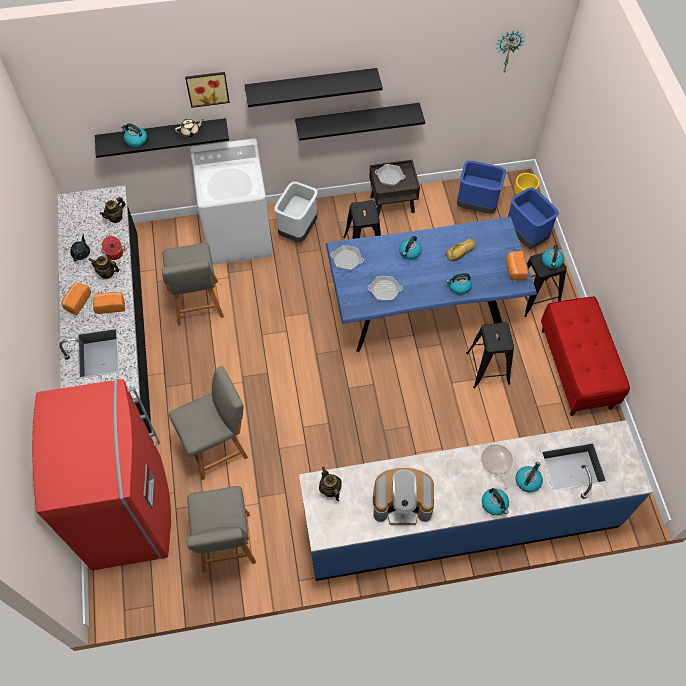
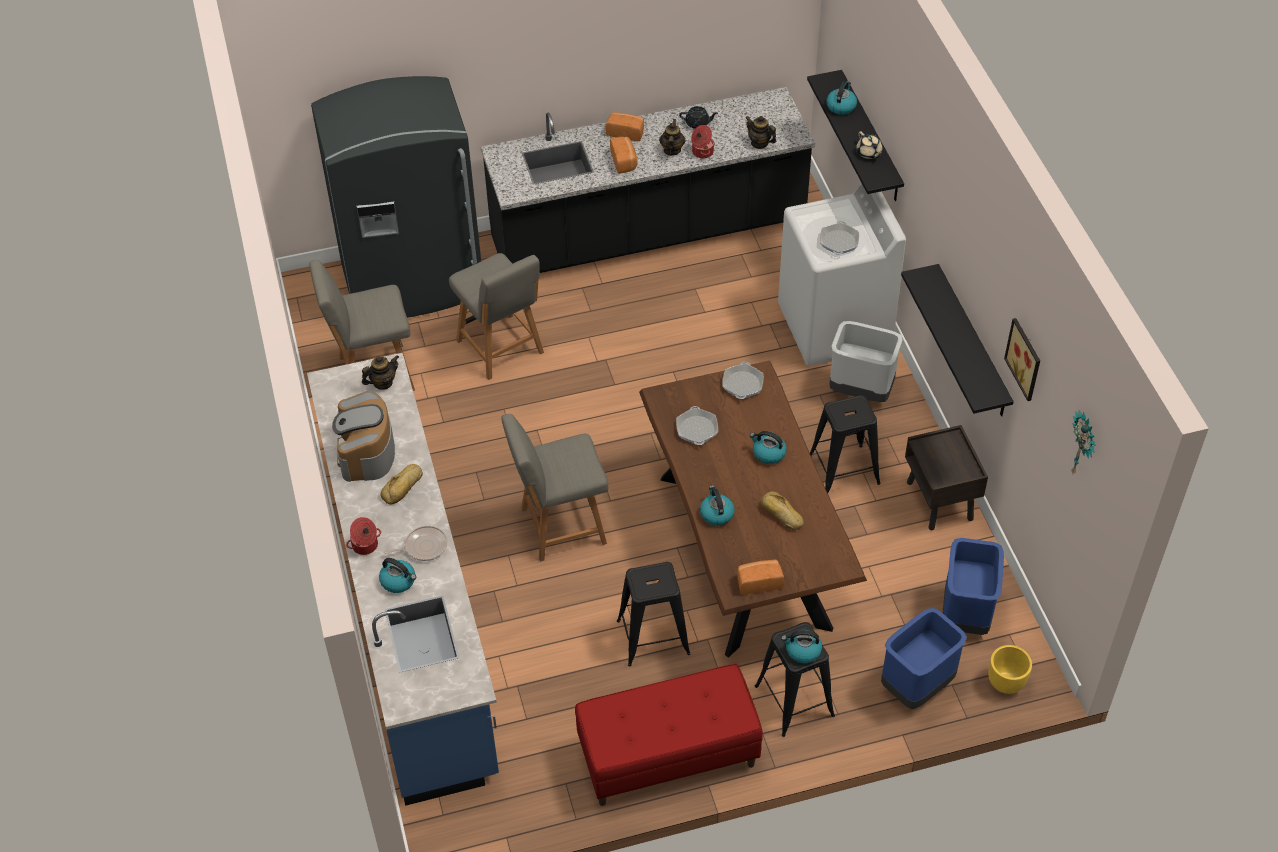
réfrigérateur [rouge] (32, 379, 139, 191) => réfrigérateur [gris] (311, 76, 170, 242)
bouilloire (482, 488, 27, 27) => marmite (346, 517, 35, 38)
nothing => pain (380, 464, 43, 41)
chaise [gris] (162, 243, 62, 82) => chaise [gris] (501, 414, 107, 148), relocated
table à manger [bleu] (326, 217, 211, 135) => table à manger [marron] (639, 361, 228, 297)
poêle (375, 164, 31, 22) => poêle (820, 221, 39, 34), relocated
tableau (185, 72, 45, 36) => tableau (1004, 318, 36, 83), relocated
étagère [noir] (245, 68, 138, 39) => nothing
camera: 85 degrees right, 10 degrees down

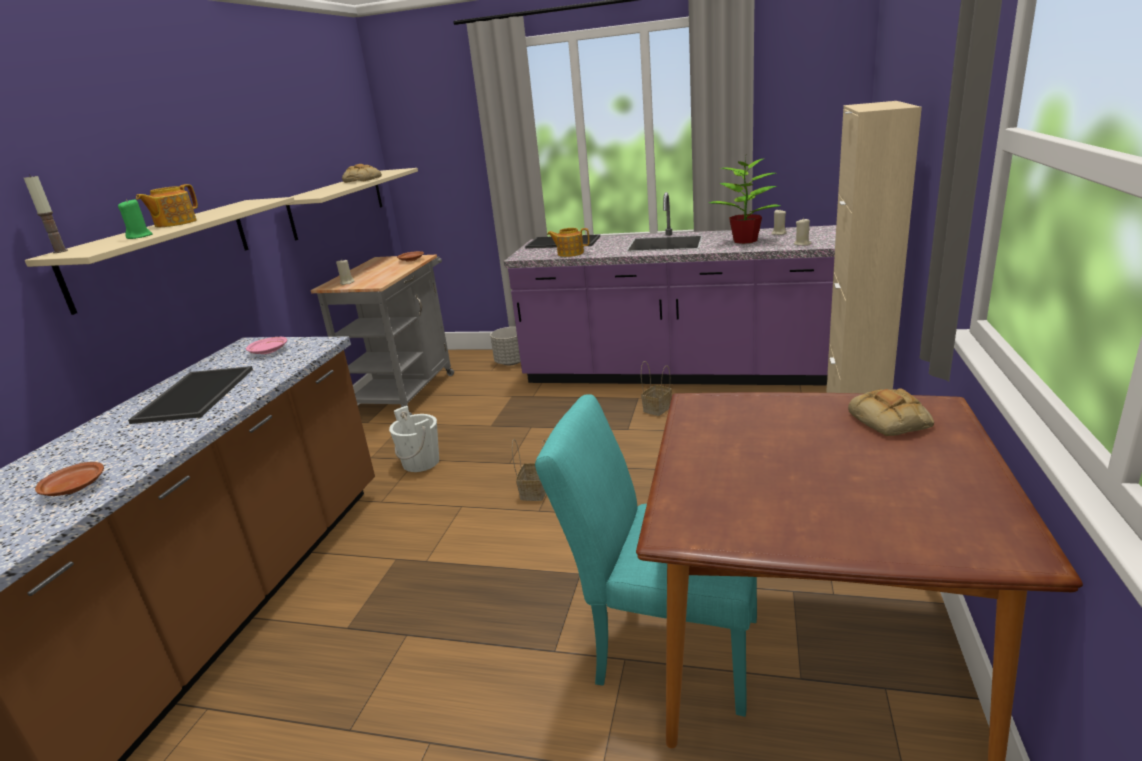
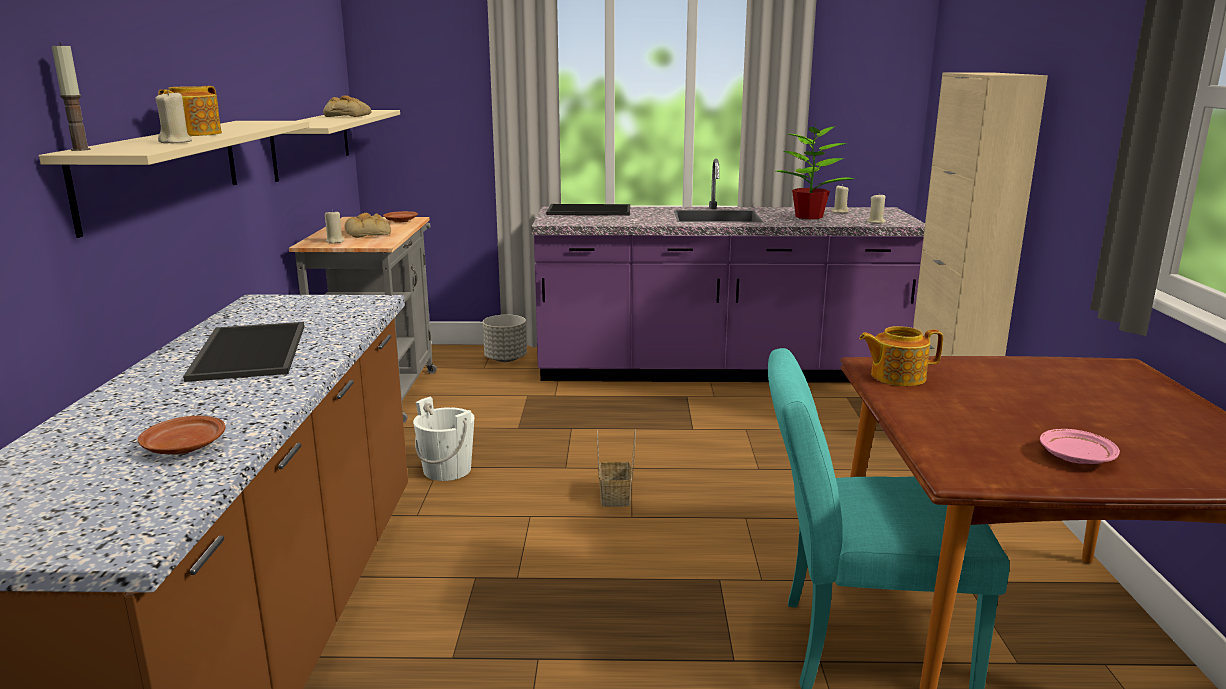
bougie [vert] (118, 198, 35, 41) => bougie [beige] (156, 90, 36, 53)
pain (848, 389, 86, 47) => pain (345, 213, 46, 25), relocated
théière (547, 228, 43, 29) => théière (859, 326, 84, 60), relocated
assiette [rose] (246, 337, 41, 17) => assiette [rose] (1040, 429, 80, 35), relocated
panier (641, 361, 31, 55) => nothing
camera: 15 degrees left, 5 degrees down

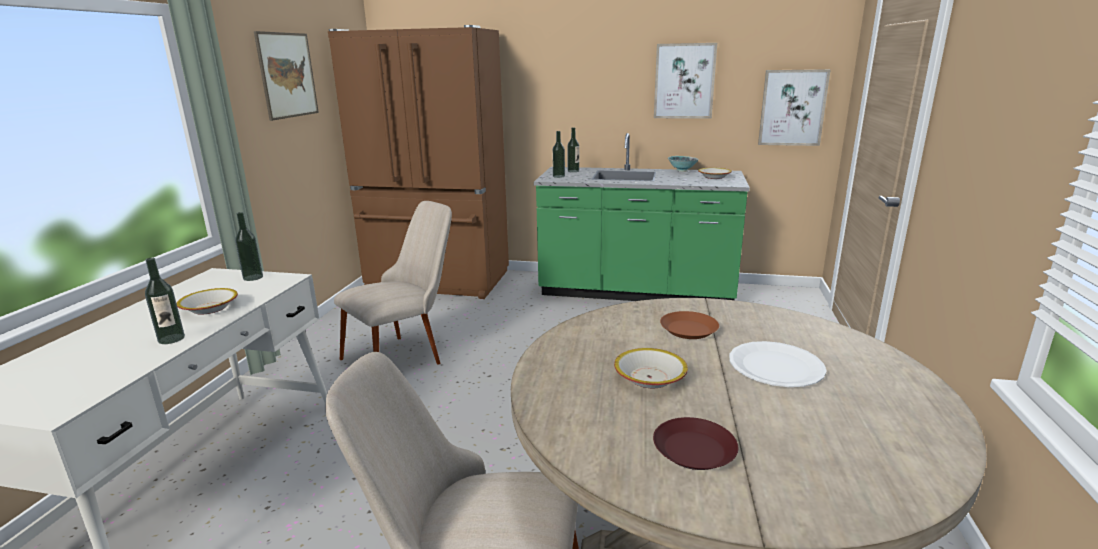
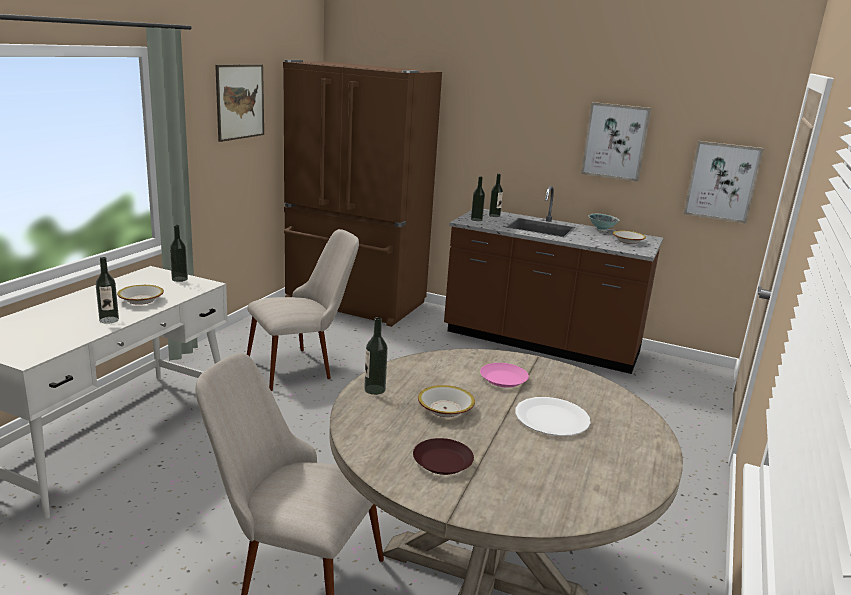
nothing => bouteille (364, 317, 24, 78)
comptoir de cuisine [vert] (534, 133, 216, 168) => comptoir de cuisine [marron] (444, 186, 219, 188)
assiette [marron] (660, 311, 59, 28) => assiette [rose] (480, 363, 49, 25)
camera: 10 degrees right, 0 degrees up

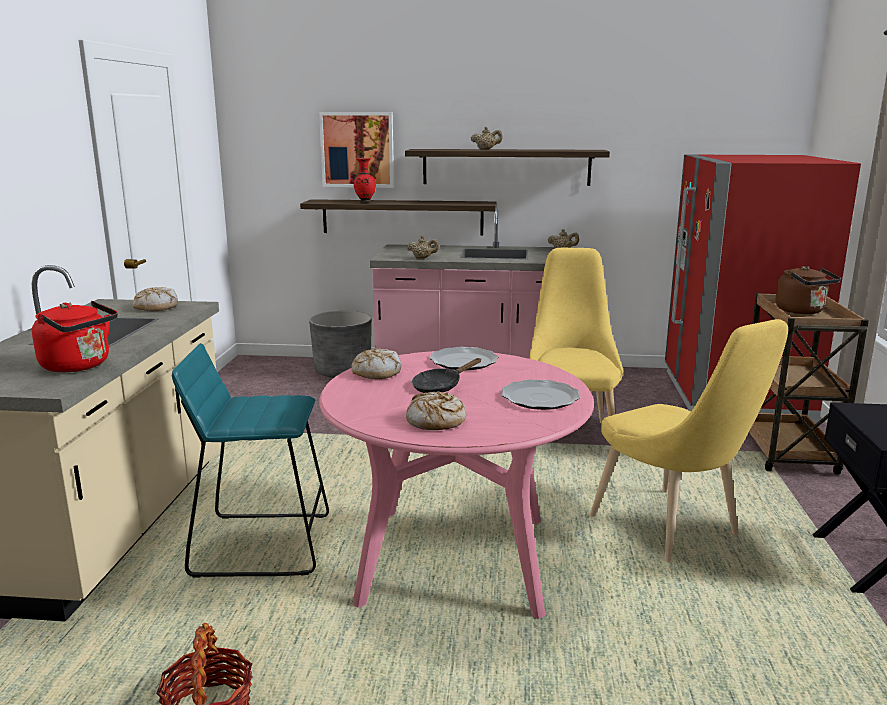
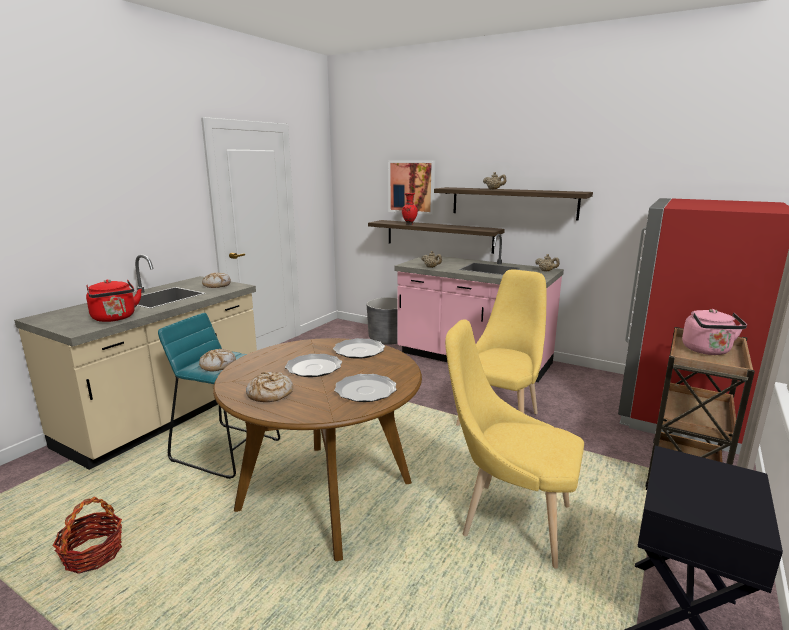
pain (351, 349, 50, 30) => pain (199, 349, 37, 23), relocated
table à manger [rose] (319, 351, 275, 268) => table à manger [marron] (213, 338, 209, 223)
poêle [noir] (412, 358, 69, 35) => assiette (285, 354, 57, 23)
chaise [jaune] (590, 319, 198, 243) => chaise [jaune] (445, 319, 139, 250), 120 degrees clockwise
bouilloire [marron] (776, 266, 65, 48) => bouilloire [rose] (682, 309, 65, 46)
camera: 25 degrees right, 0 degrees up

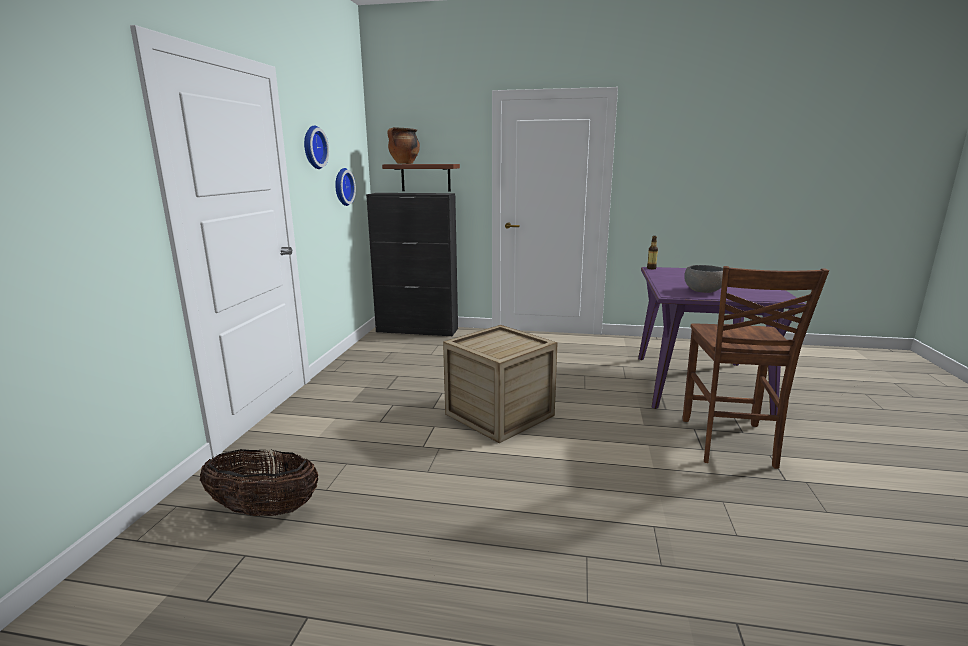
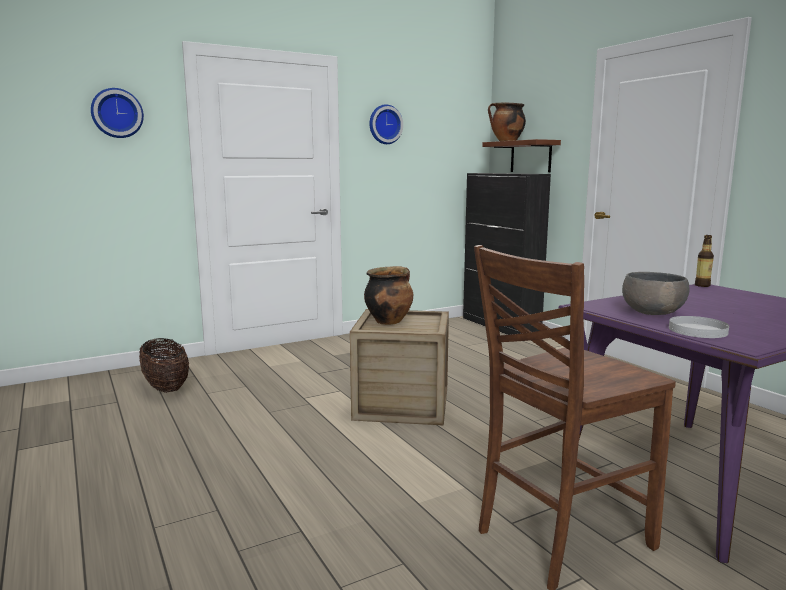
horloge murale (335, 168, 21, 38) => horloge murale (91, 88, 53, 50), relocated
nothing => marmite (364, 266, 49, 59)
nothing => assiette [blanc] (669, 316, 60, 22)
camera: 50 degrees right, 5 degrees down

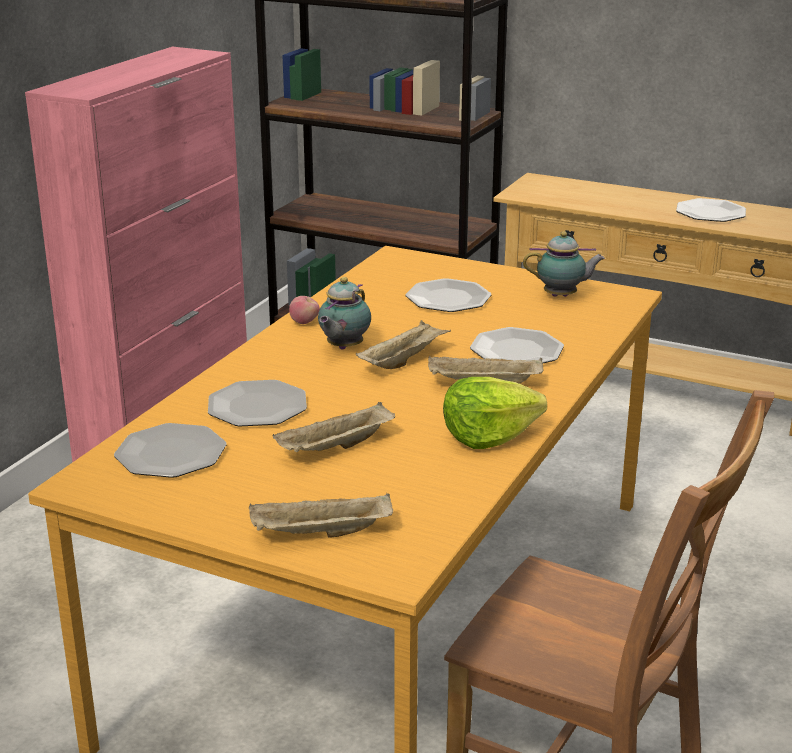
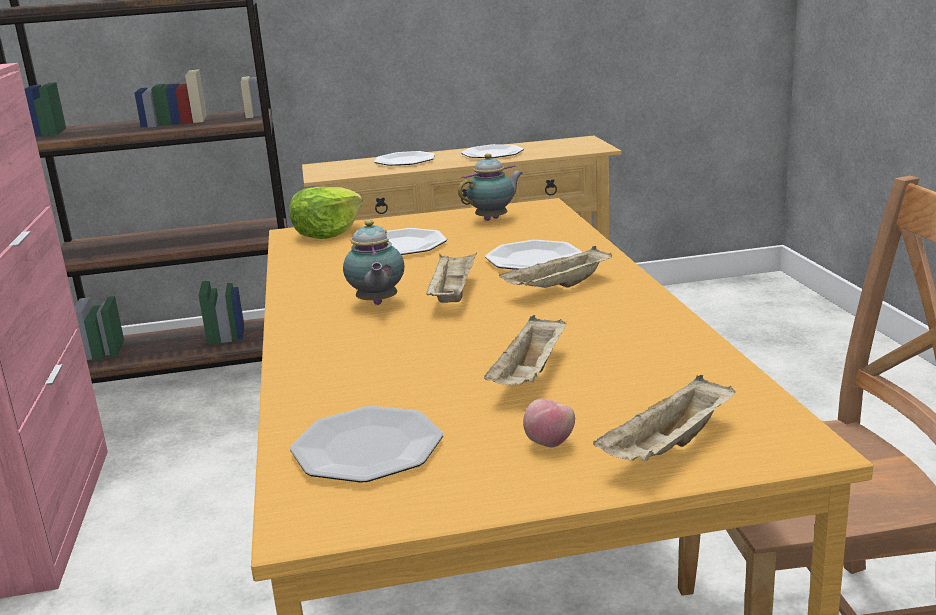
laitue (443, 377, 104, 72) => laitue (289, 187, 74, 52), relocated
assiette (208, 380, 99, 46) => assiette (374, 151, 61, 15), relocated
pomme (289, 296, 31, 28) => pomme (523, 398, 52, 50), relocated
camera: 35 degrees left, 5 degrees down

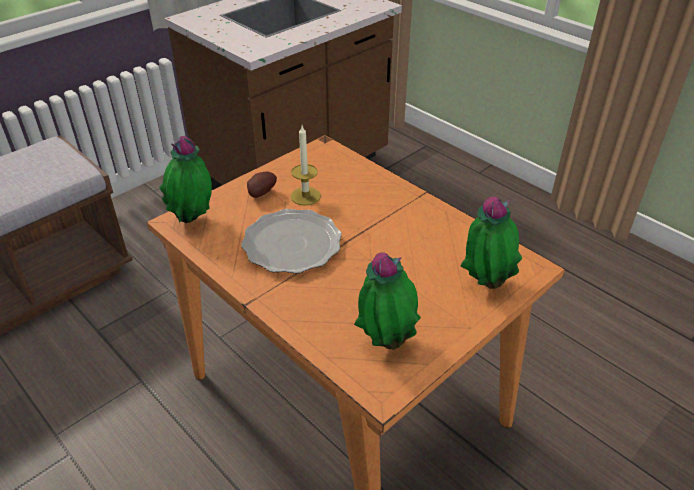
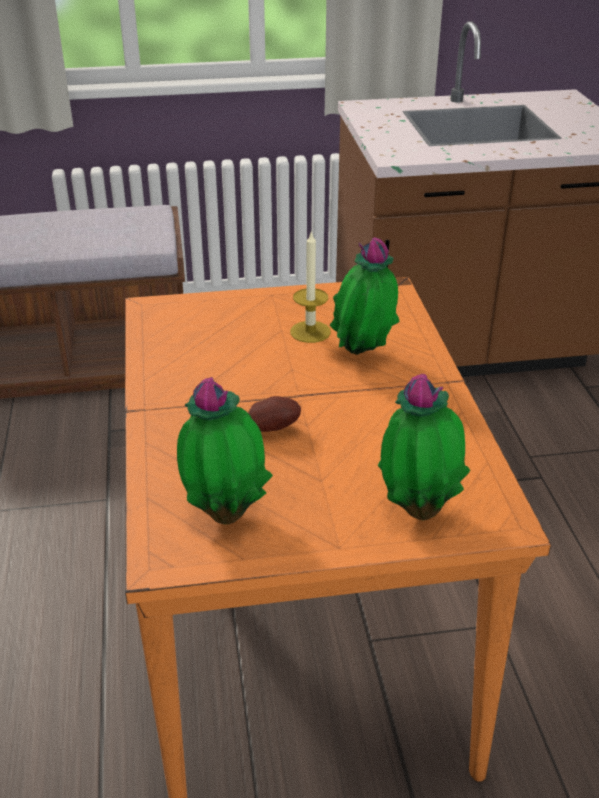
pomme de terre (247, 171, 30, 27) => pomme de terre (248, 396, 53, 36), relocated
plante en pot (159, 136, 53, 87) => plante en pot (330, 237, 69, 118), relocated
assiette (241, 209, 101, 65) => nothing
camera: 35 degrees right, 5 degrees down

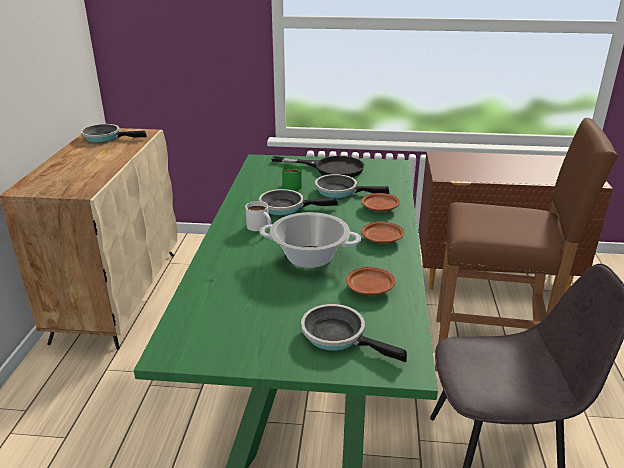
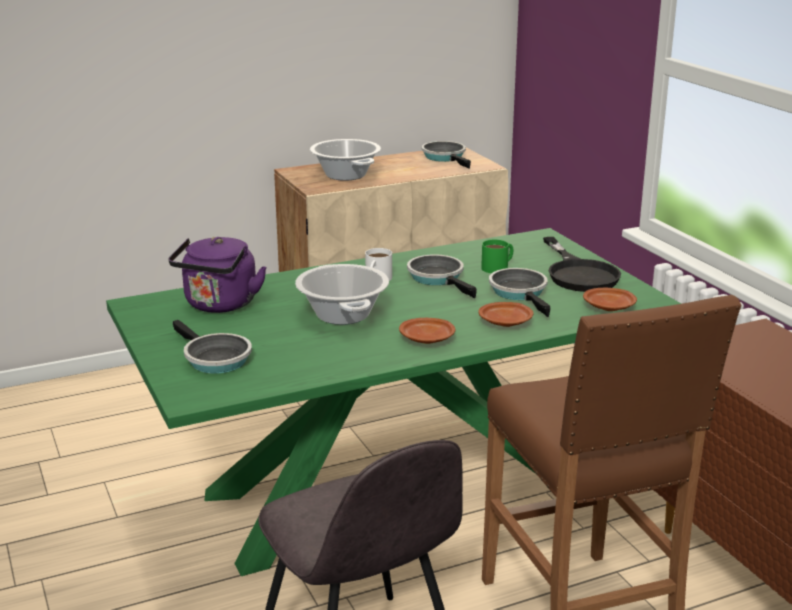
nothing => bouilloire [violet] (168, 237, 99, 76)
poêle (301, 304, 106, 58) => poêle (173, 320, 79, 54), 135 degrees clockwise
nothing => marmite (310, 139, 71, 42)
assiette [marron] (346, 267, 49, 28) => assiette [marron] (583, 288, 54, 23), relocated
camera: 60 degrees right, 5 degrees down

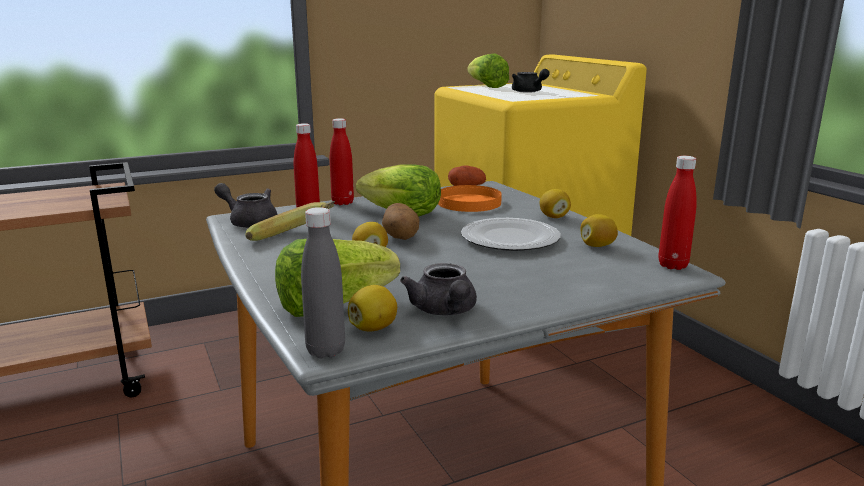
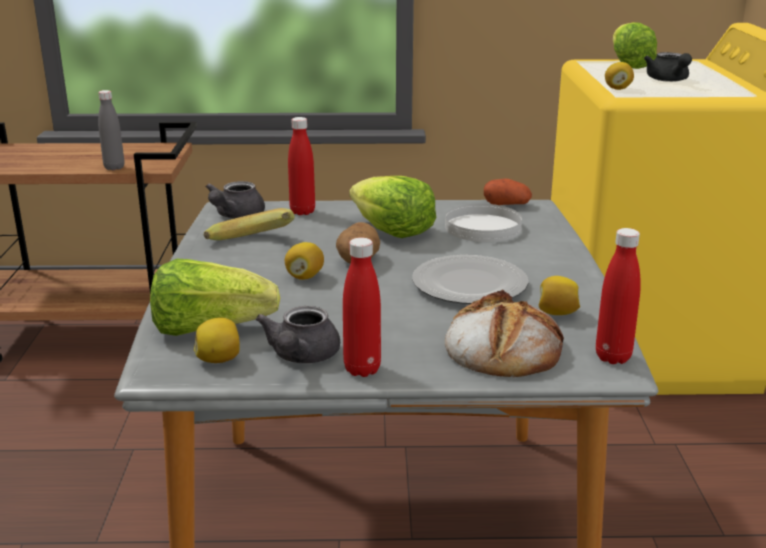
bouteille [gris] (301, 207, 44, 151) => bouteille [gris] (98, 90, 26, 80), relocated
théière [gris] (214, 183, 64, 45) => théière [gris] (205, 181, 60, 38), 120 degrees counterclockwise
bouteille [rouge] (330, 118, 24, 87) => bouteille [rouge] (343, 238, 38, 139), relocated
assiette [orange] (438, 185, 64, 27) => assiette [blanc] (445, 204, 77, 38)
nothing => pain (445, 289, 119, 88)
citron (539, 189, 32, 29) => citron (605, 62, 29, 28), relocated
camera: 25 degrees right, 5 degrees up

